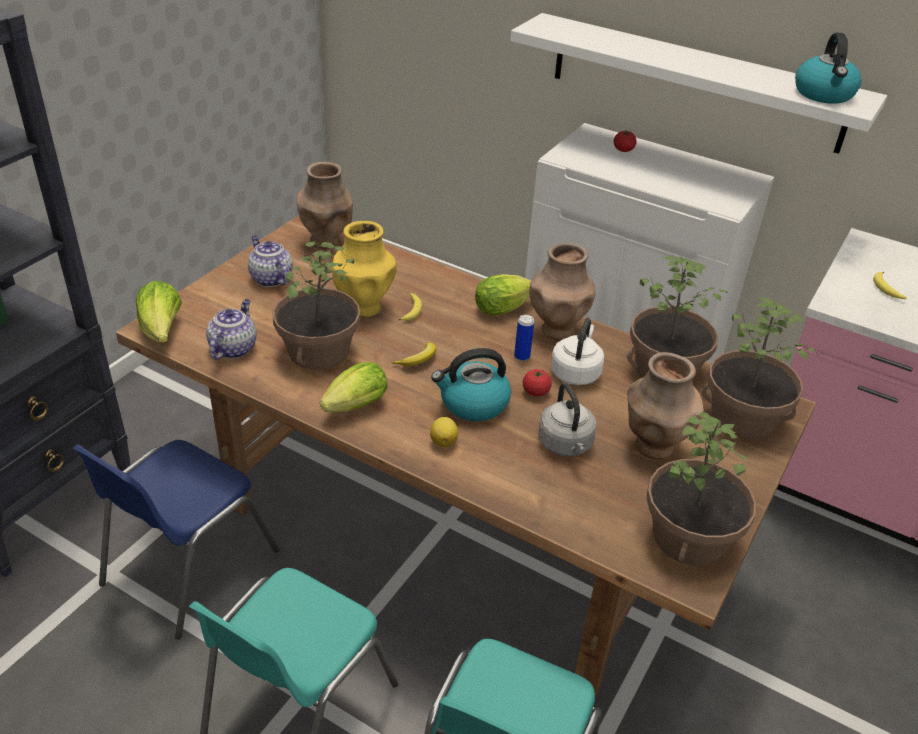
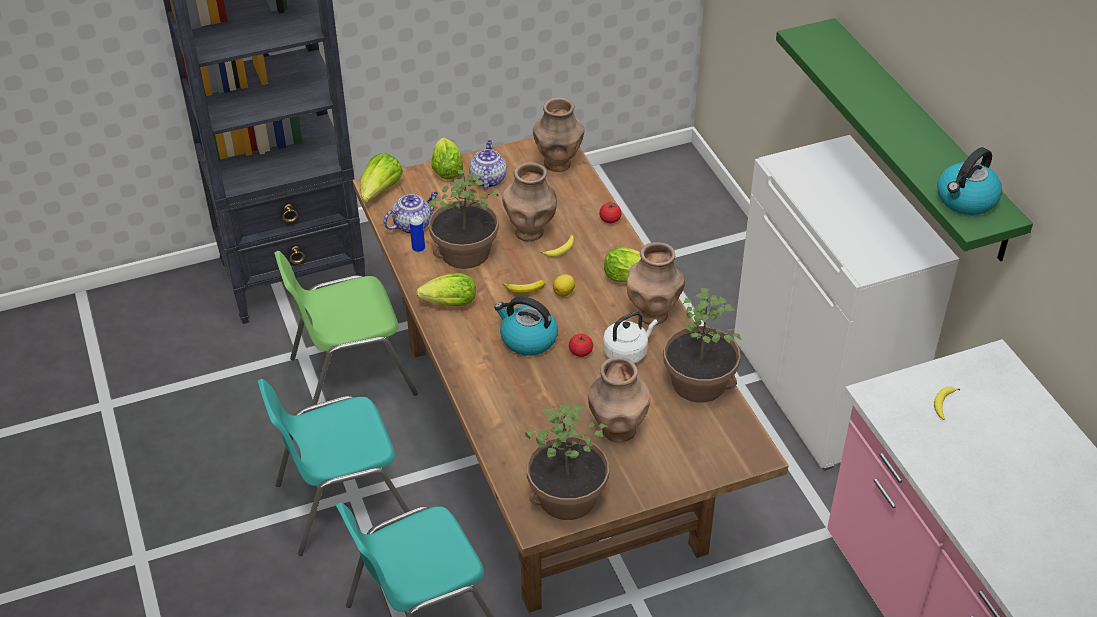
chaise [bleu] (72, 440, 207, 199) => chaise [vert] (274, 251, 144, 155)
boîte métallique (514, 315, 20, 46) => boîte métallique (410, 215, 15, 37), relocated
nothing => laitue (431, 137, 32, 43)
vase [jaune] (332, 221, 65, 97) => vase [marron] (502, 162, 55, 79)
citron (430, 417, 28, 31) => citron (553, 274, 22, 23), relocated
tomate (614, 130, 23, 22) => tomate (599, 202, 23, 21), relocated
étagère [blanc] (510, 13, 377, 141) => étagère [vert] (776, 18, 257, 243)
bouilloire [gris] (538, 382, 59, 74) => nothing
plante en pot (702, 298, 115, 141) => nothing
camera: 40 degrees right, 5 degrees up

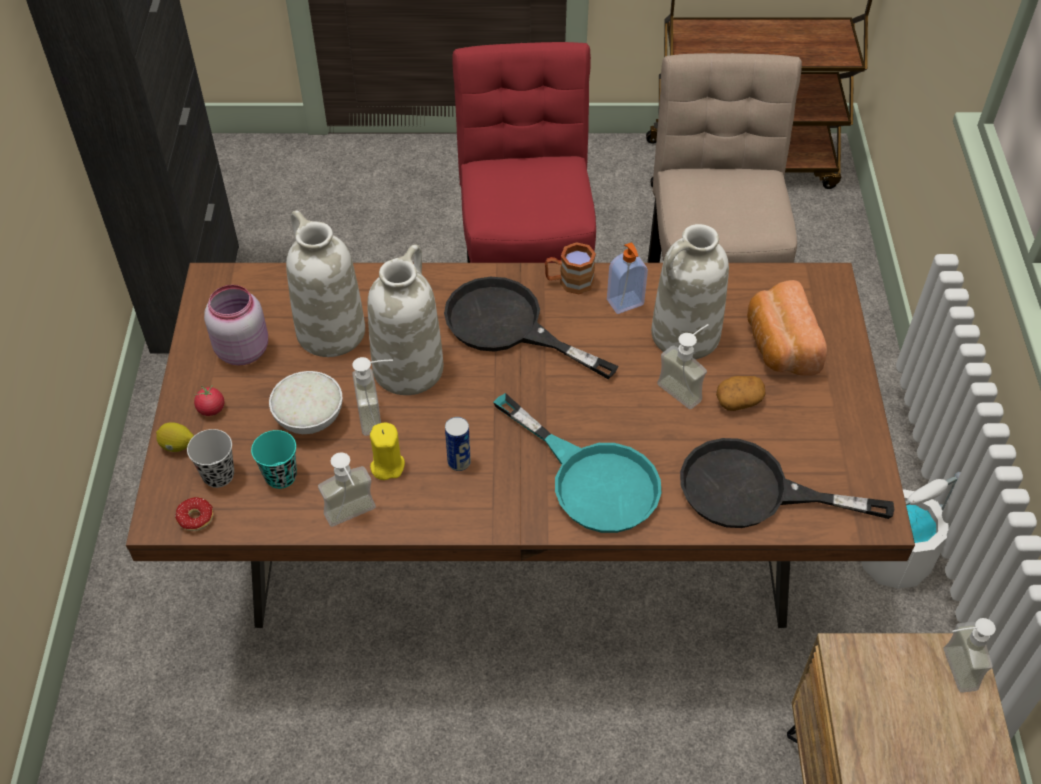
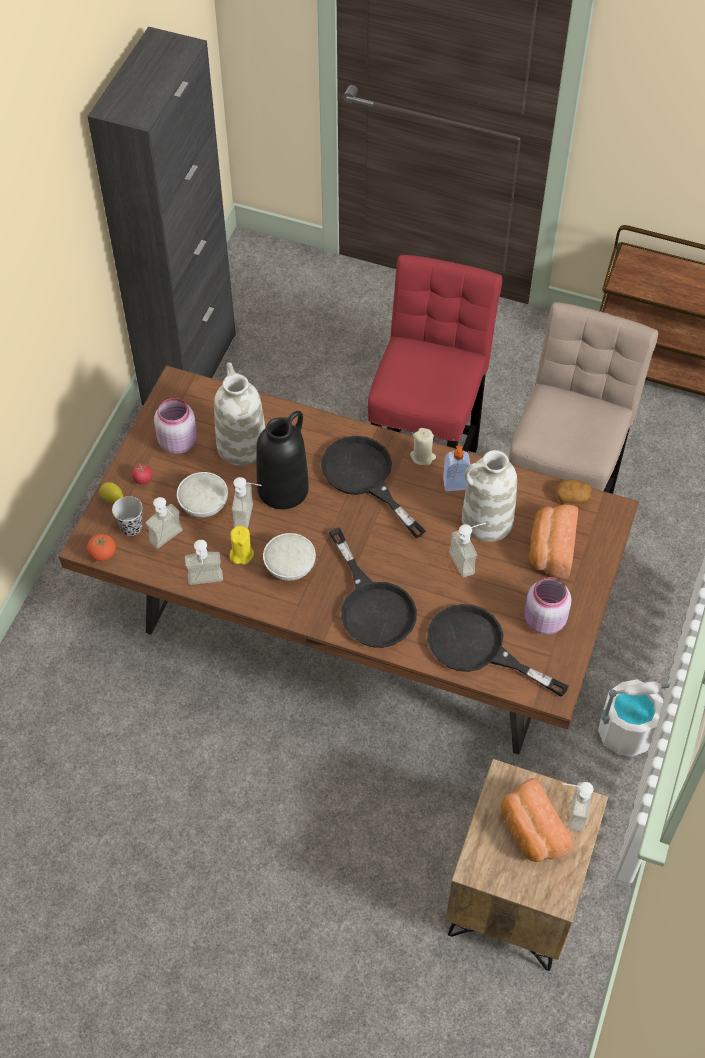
beignet (175, 497, 38, 34) => tomate (87, 534, 29, 28)
tasse [turquoise] (251, 430, 46, 59) => distributeur de savon (146, 497, 37, 52)
vase [blanc] (367, 244, 76, 151) => vase [noir] (256, 411, 53, 98)
boîte métallique (445, 417, 26, 54) => bol [blanc] (263, 533, 53, 48)
poêle [turquoise] (493, 393, 169, 140) => poêle [noir] (329, 527, 88, 121)
mug [marron] (545, 242, 51, 52) => bougie [beige] (410, 428, 26, 37)
nothing => pain (501, 778, 71, 84)
nothing => bocal [rose] (524, 577, 48, 58)
pomme de terre (716, 376, 50, 35) => pomme de terre (556, 479, 36, 25), relocated
camera: 20 degrees right, 5 degrees up

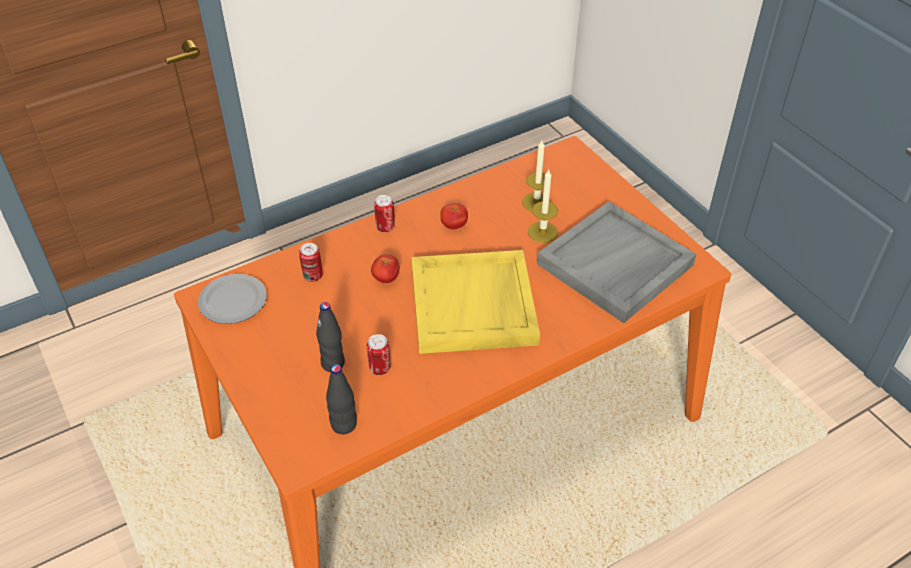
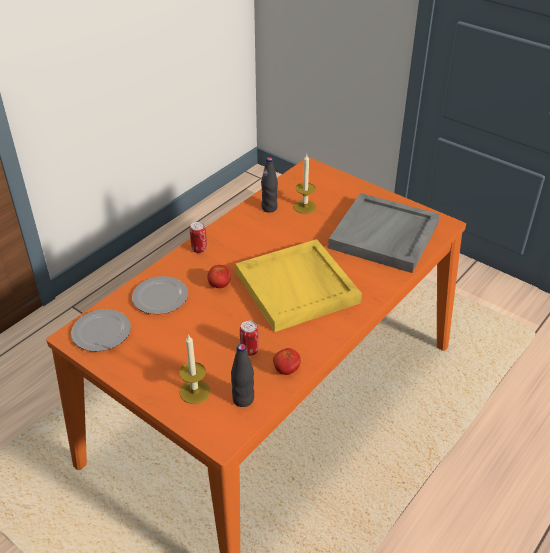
boîte métallique (299, 243, 23, 39) => assiette (132, 276, 56, 38)
bougie (528, 169, 30, 74) => bougie (179, 334, 31, 70), relocated
bouteille [noir] (316, 302, 29, 70) => bouteille [noir] (261, 157, 17, 56), relocated
tomate (440, 203, 28, 26) => tomate (273, 348, 28, 27), relocated
camera: 20 degrees left, 5 degrees down

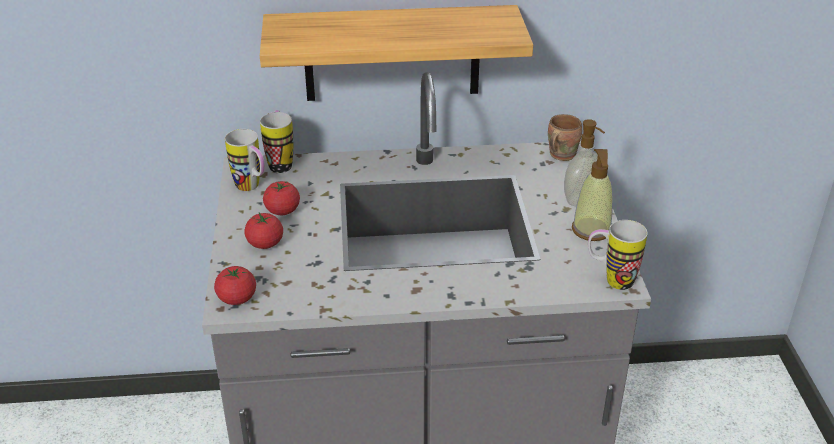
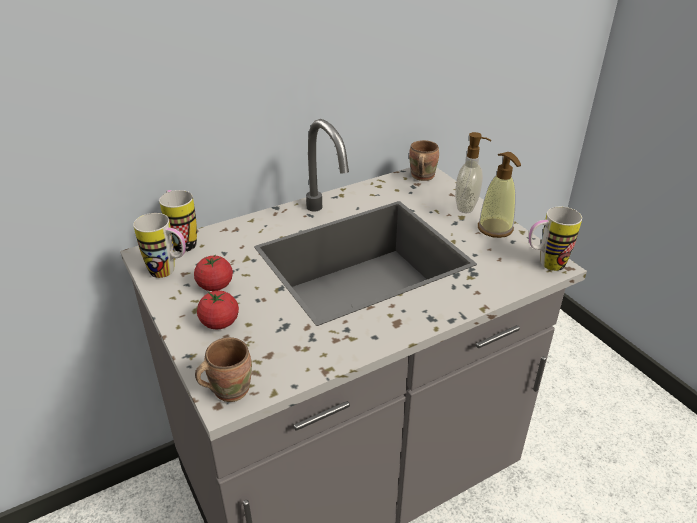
tomate (214, 266, 42, 39) => mug [marron] (195, 337, 57, 65)
étagère (260, 5, 273, 96) => nothing
camera: 25 degrees left, 0 degrees up

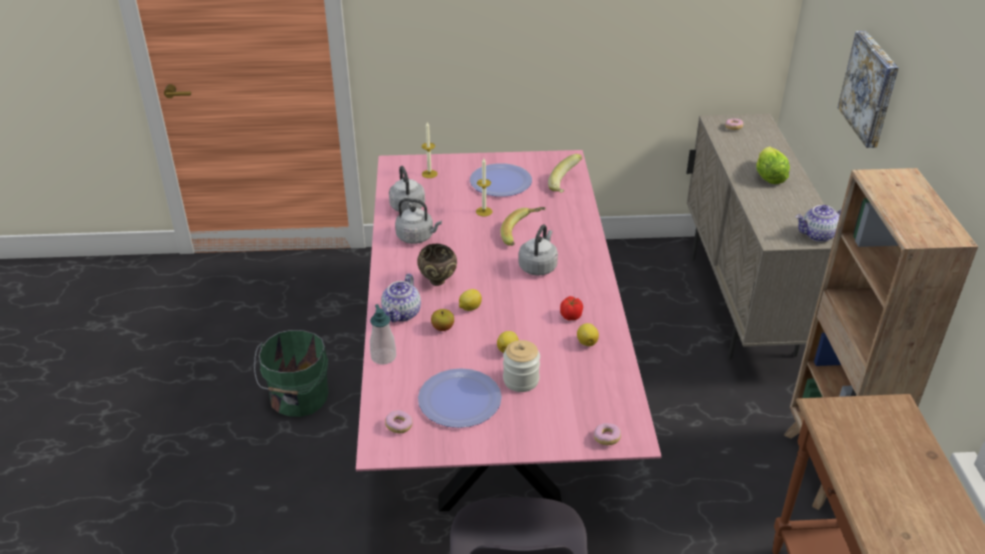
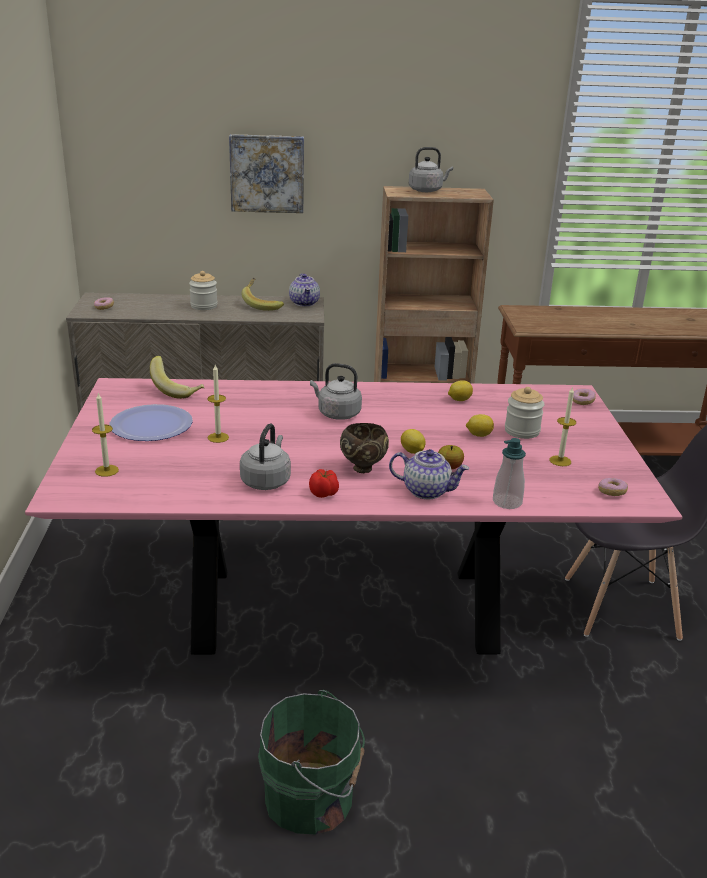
laitue (756, 147, 34, 37) => bocal (189, 271, 29, 39)
banane (500, 207, 45, 39) => banane (242, 278, 42, 33), relocated
tomate (560, 296, 23, 24) => tomate (309, 469, 30, 29), relocated
bouilloire [gris] (389, 166, 36, 46) => bouilloire [gris] (409, 147, 44, 45), relocated
assiette (418, 368, 84, 60) => bougie (549, 386, 27, 80)
camera: 90 degrees left, 10 degrees down

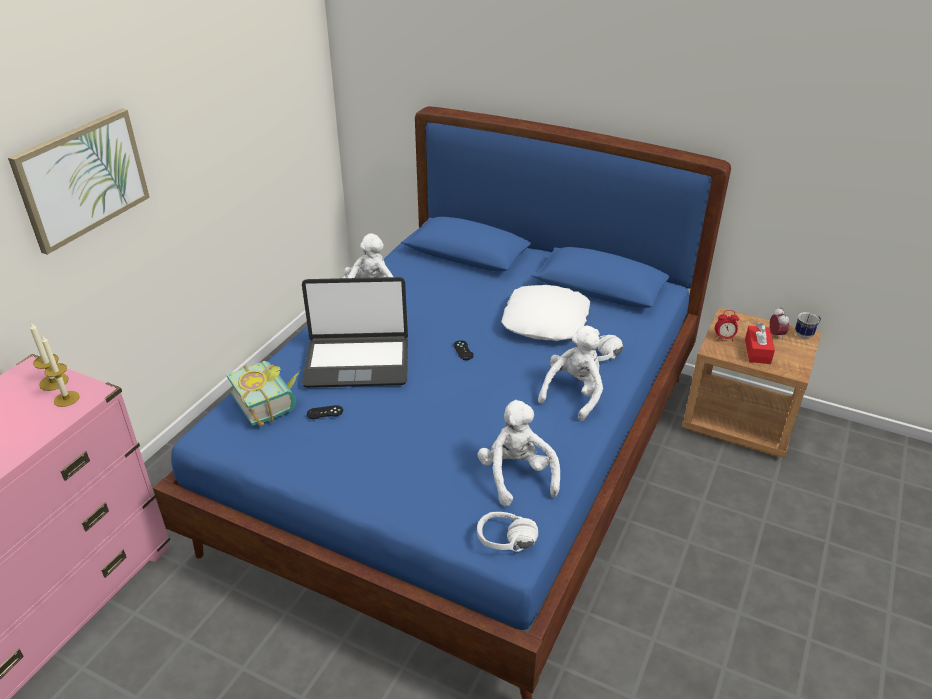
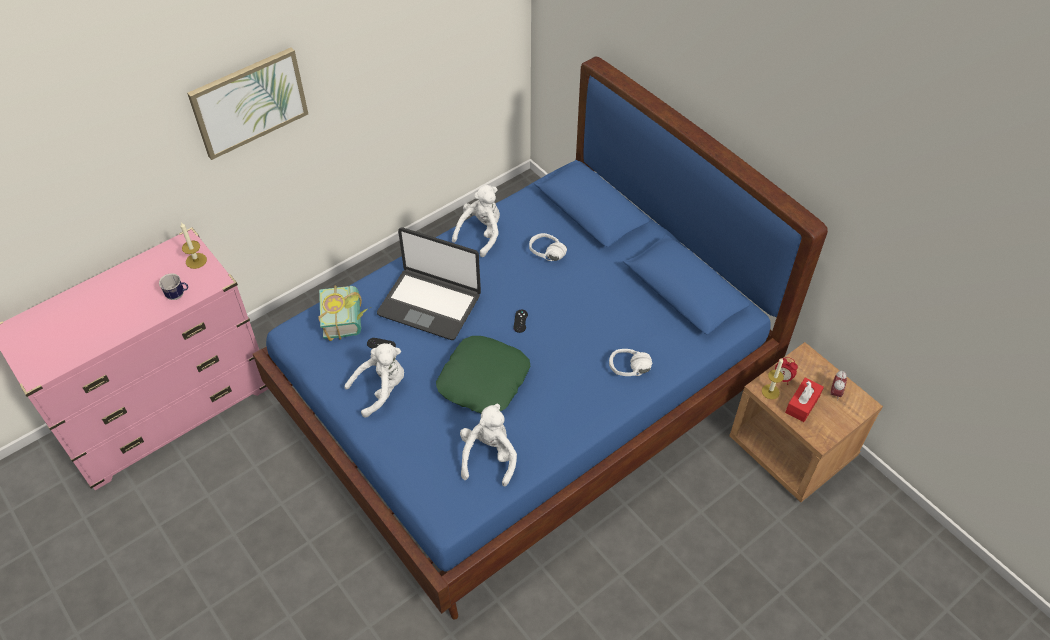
mug (795, 312, 26, 27) => mug (159, 273, 29, 27), relocated
peluche [blanc] (538, 326, 65, 95) => peluche [blanc] (345, 343, 59, 75), relocated
nothing => coussin [vert] (436, 336, 95, 77)
casque audio [blanc] (477, 512, 61, 40) => casque audio [blanc] (529, 233, 38, 28), relocated
bougie (42, 336, 38, 71) => bougie (762, 358, 22, 41), relocated
coussin [blanc] (501, 285, 89, 56) => nothing
camera: 25 degrees right, 15 degrees up

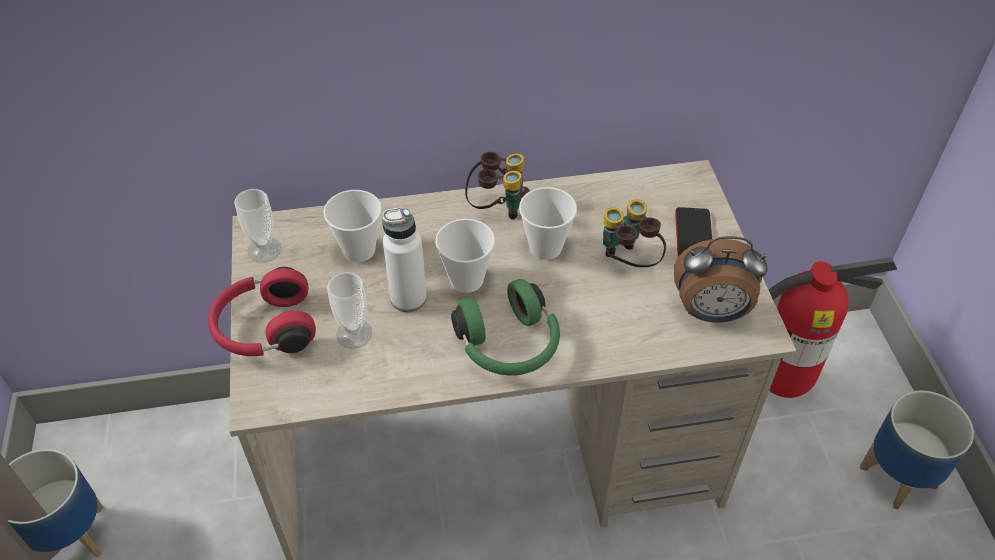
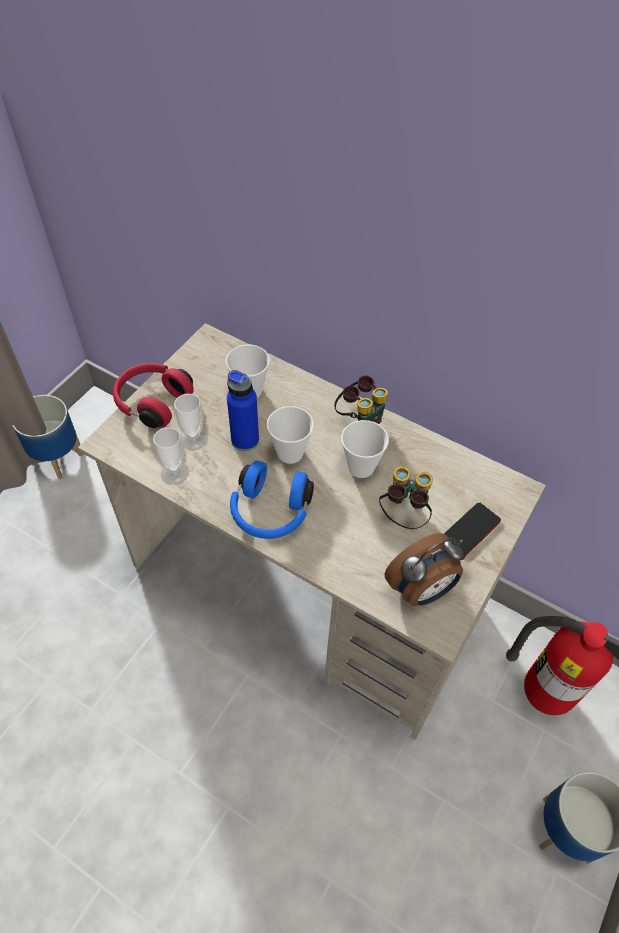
tasse (234, 189, 48, 73) => tasse (153, 427, 36, 58), relocated
bouteille [blanc] (382, 208, 45, 105) => bouteille [bleu] (227, 370, 32, 81)
casque audio [vert] (451, 279, 109, 97) => casque audio [bleu] (230, 461, 84, 78)
réveil (674, 236, 94, 87) => réveil (385, 533, 81, 73), 75 degrees counterclockwise
camera: 40 degrees right, 5 degrees up

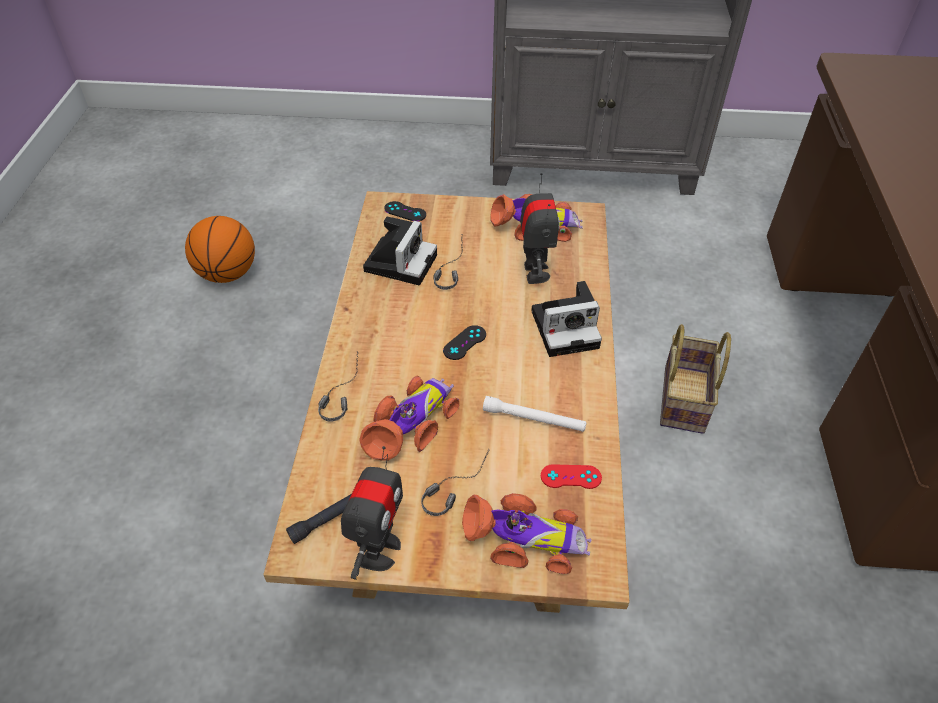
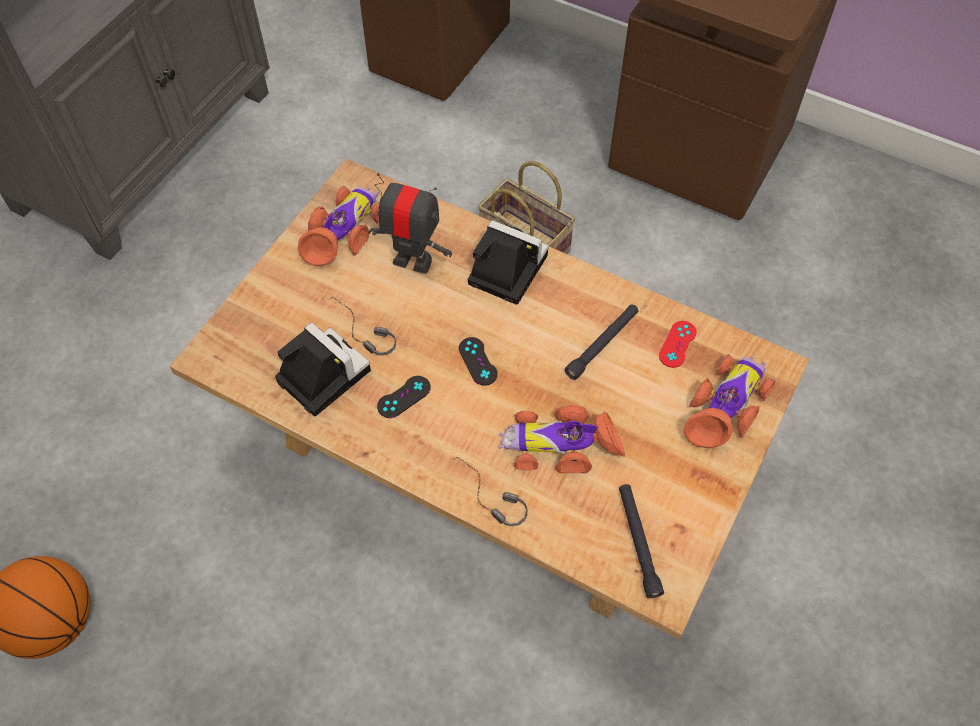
manette [noir] (384, 201, 42, 20) => manette [noir] (377, 376, 54, 42), relocated
appareil photo (531, 281, 71, 76) => appareil photo (468, 220, 81, 85), 75 degrees counterclockwise
petite voiture (359, 375, 100, 86) => petite voiture (499, 405, 126, 68), 60 degrees counterclockwise
lampe de poche [blanc] (483, 396, 103, 36) => lampe de poche [noir] (565, 304, 73, 76)
robot jouet (341, 446, 62, 134) => nothing
casque audio (421, 448, 69, 68) => nothing
camera: 65 degrees left, 10 degrees up

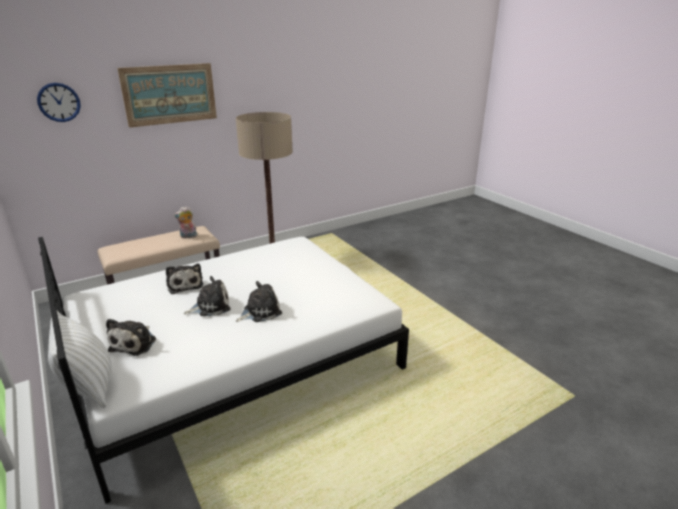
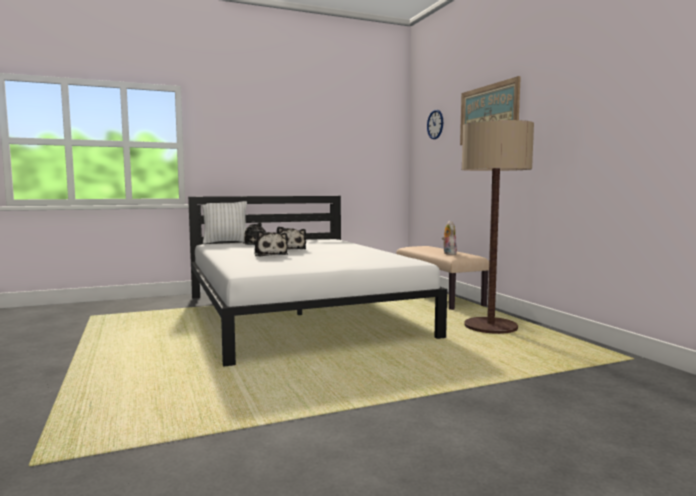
peluche (166, 263, 37, 31) => nothing
camera: 100 degrees right, 20 degrees down

